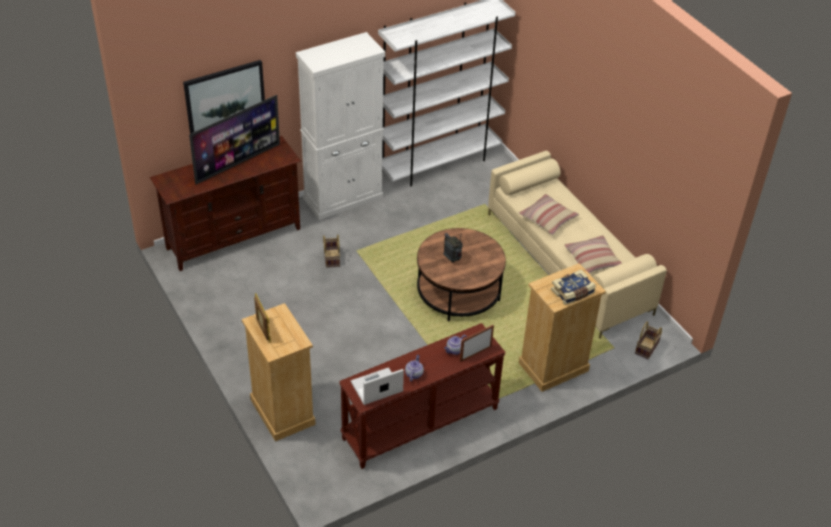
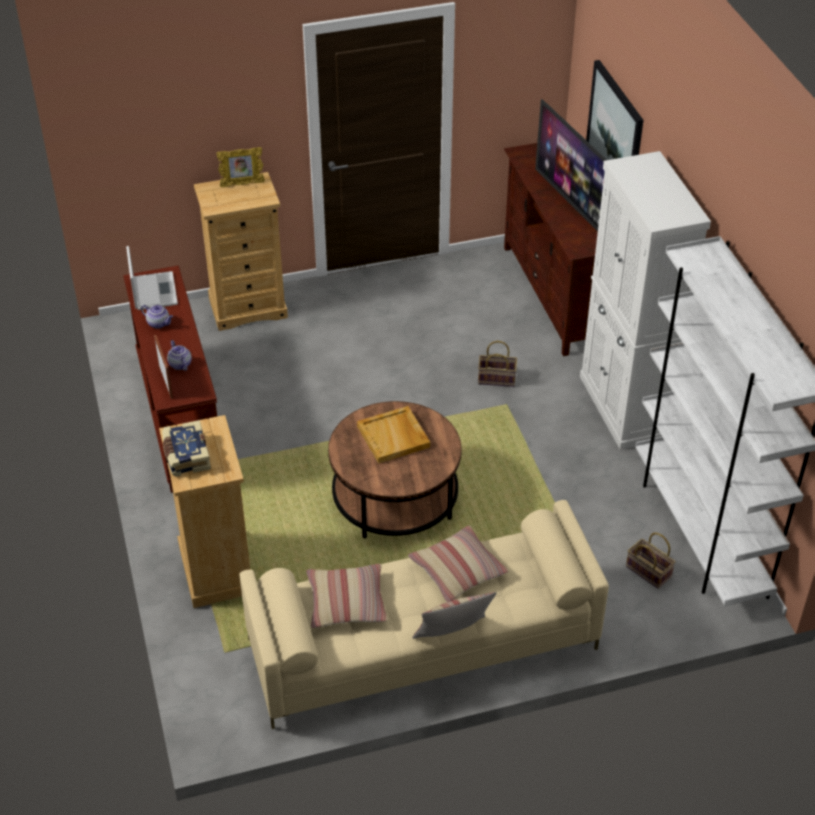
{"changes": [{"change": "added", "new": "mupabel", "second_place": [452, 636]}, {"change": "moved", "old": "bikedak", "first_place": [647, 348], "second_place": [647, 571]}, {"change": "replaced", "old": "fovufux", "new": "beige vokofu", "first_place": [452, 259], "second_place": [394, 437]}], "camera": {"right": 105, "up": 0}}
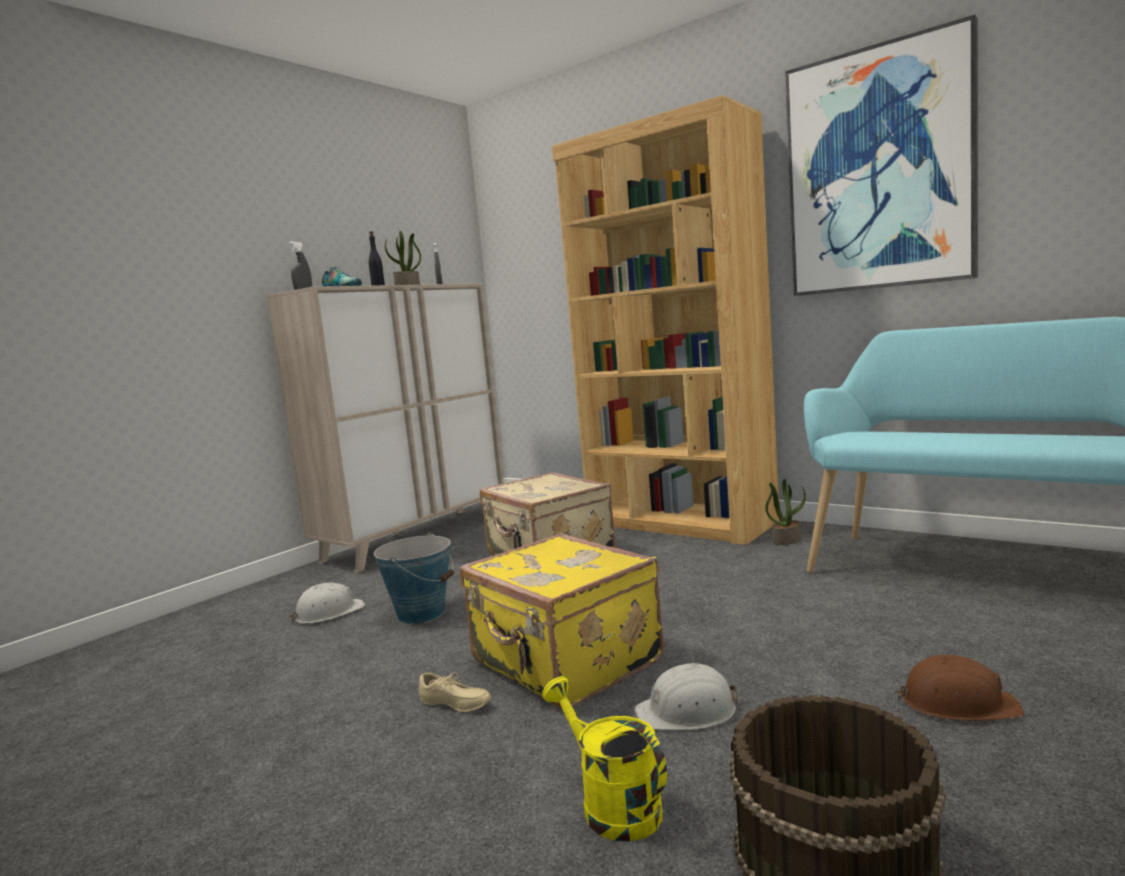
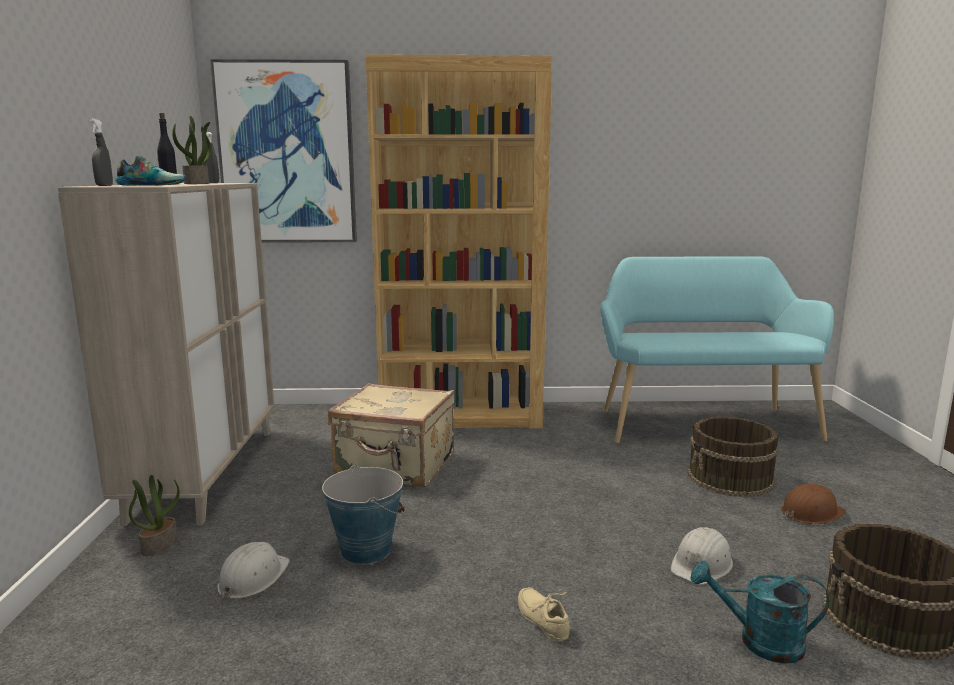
{"changes": [{"change": "removed", "old": "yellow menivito", "first_place": [564, 663]}, {"change": "added", "new": "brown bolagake", "second_place": [730, 478]}, {"change": "moved", "old": "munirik", "first_place": [786, 540], "second_place": [159, 544]}, {"change": "moved", "old": "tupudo", "first_place": [879, 171], "second_place": [287, 154]}, {"change": "recoloured", "old": "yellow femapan", "new": "turquoise femapan", "first_place": [611, 804], "second_place": [759, 642]}, {"change": "turned", "old": "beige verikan", "first_place": [454, 705], "second_place": [544, 619], "degrees": -105}], "camera": {"right": -40, "up": 5}}
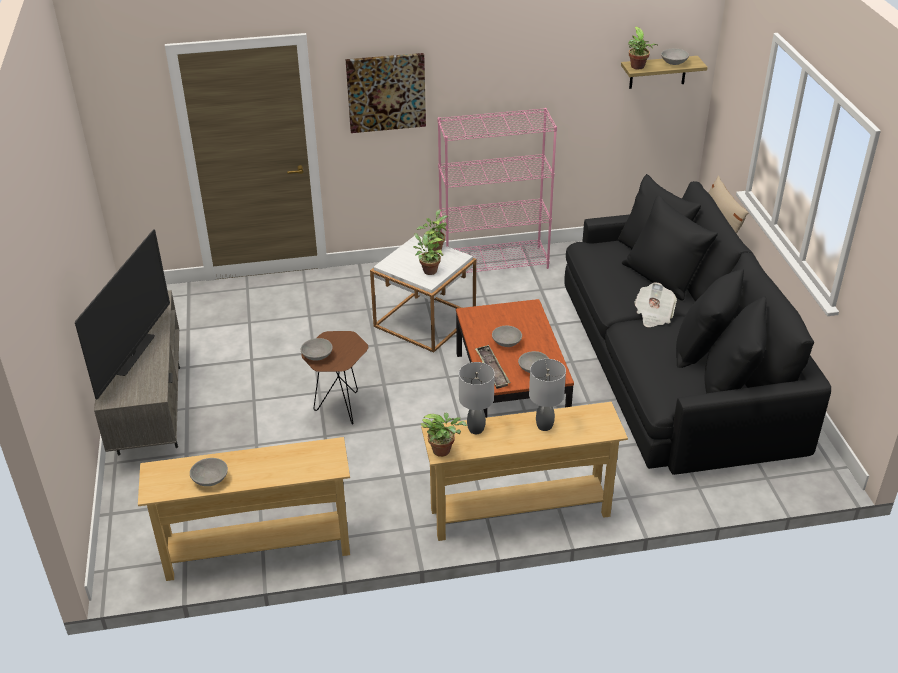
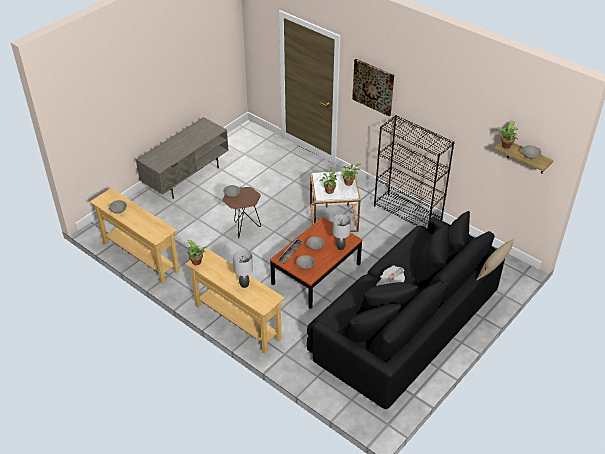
{"changes": [{"change": "removed", "old": "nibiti", "first_place": [134, 354]}, {"change": "moved", "old": "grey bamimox", "first_place": [476, 429], "second_place": [341, 247]}, {"change": "recoloured", "old": "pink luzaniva", "new": "black luzaniva", "first_place": [494, 263], "second_place": [408, 214]}], "camera": {"right": 50, "up": 5}}
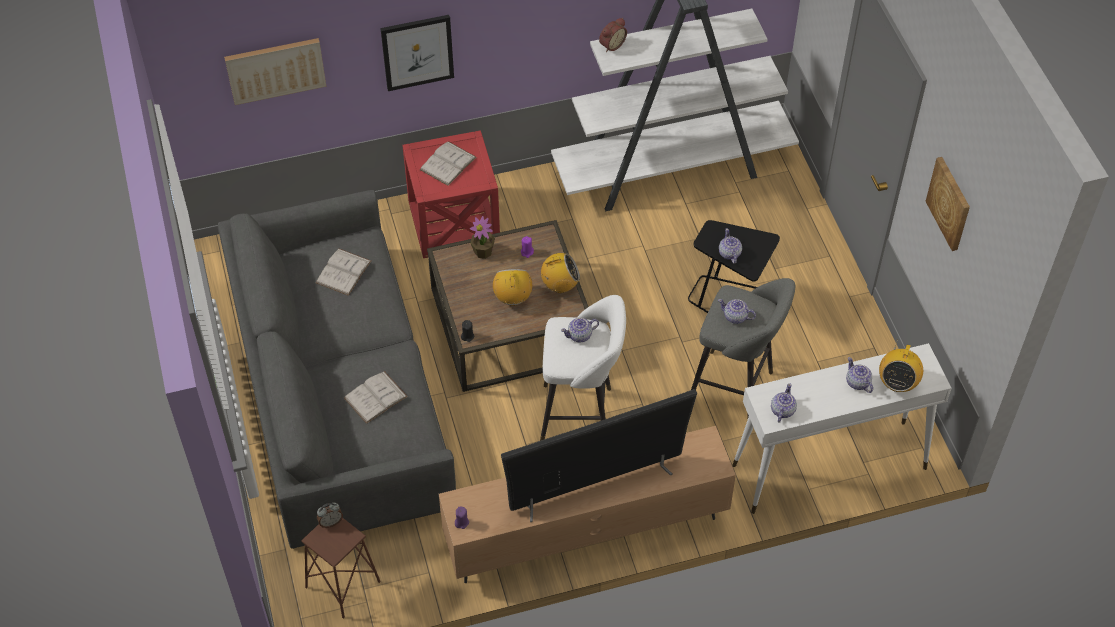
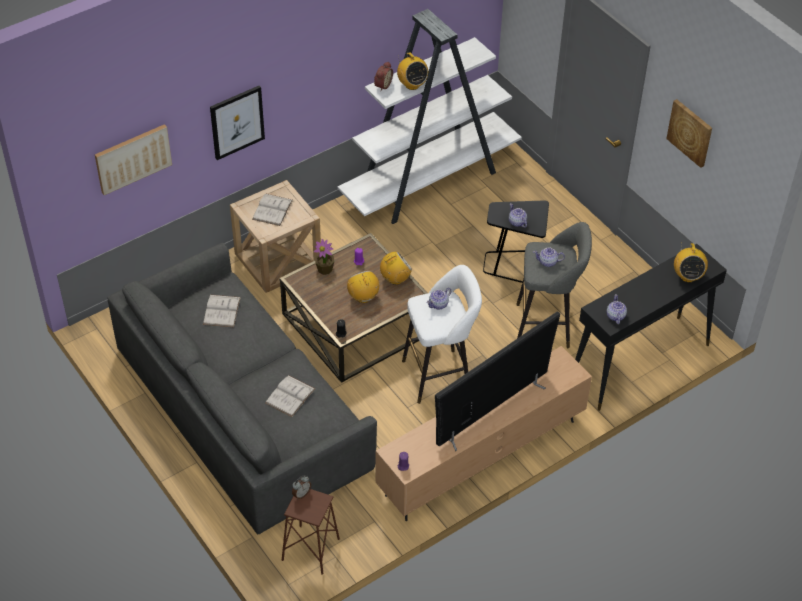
{"changes": [{"change": "removed", "old": "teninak", "first_place": [857, 383]}, {"change": "added", "new": "fovufux", "second_place": [412, 84]}, {"change": "recoloured", "old": "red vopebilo", "new": "beige vopebilo", "first_place": [453, 222], "second_place": [278, 260]}, {"change": "recoloured", "old": "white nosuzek", "new": "black nosuzek", "first_place": [828, 467], "second_place": [639, 363]}], "camera": {"right": -20, "up": -5}}
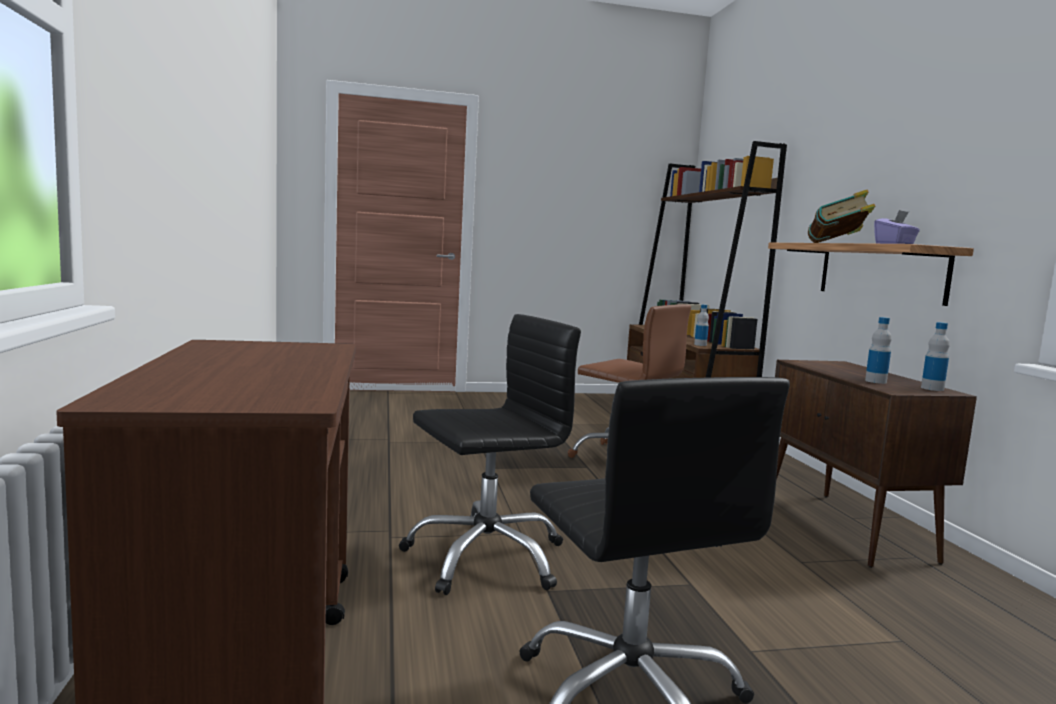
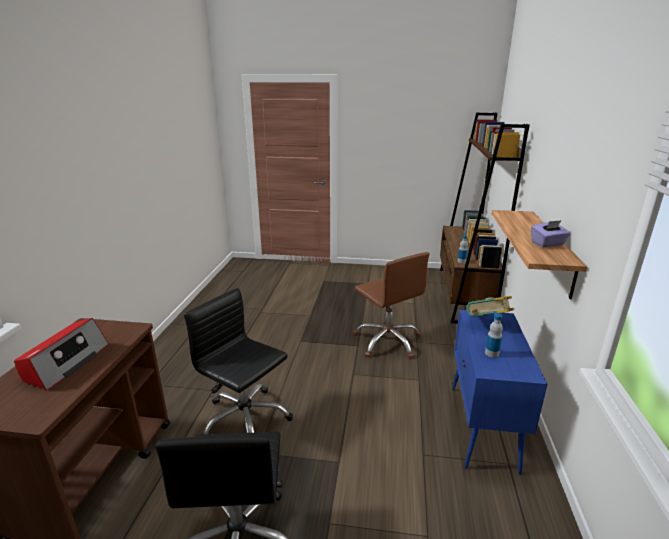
{"changes": [{"change": "removed", "old": "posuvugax", "first_place": [932, 388]}, {"change": "added", "new": "fovufux", "second_place": [66, 363]}, {"change": "moved", "old": "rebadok", "first_place": [837, 243], "second_place": [488, 323]}, {"change": "recoloured", "old": "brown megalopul", "new": "blue megalopul", "first_place": [846, 528], "second_place": [482, 427]}, {"change": "turned", "old": "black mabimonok", "first_place": [486, 557], "second_place": [245, 420], "degrees": -135}], "camera": {"right": 20, "up": 15}}
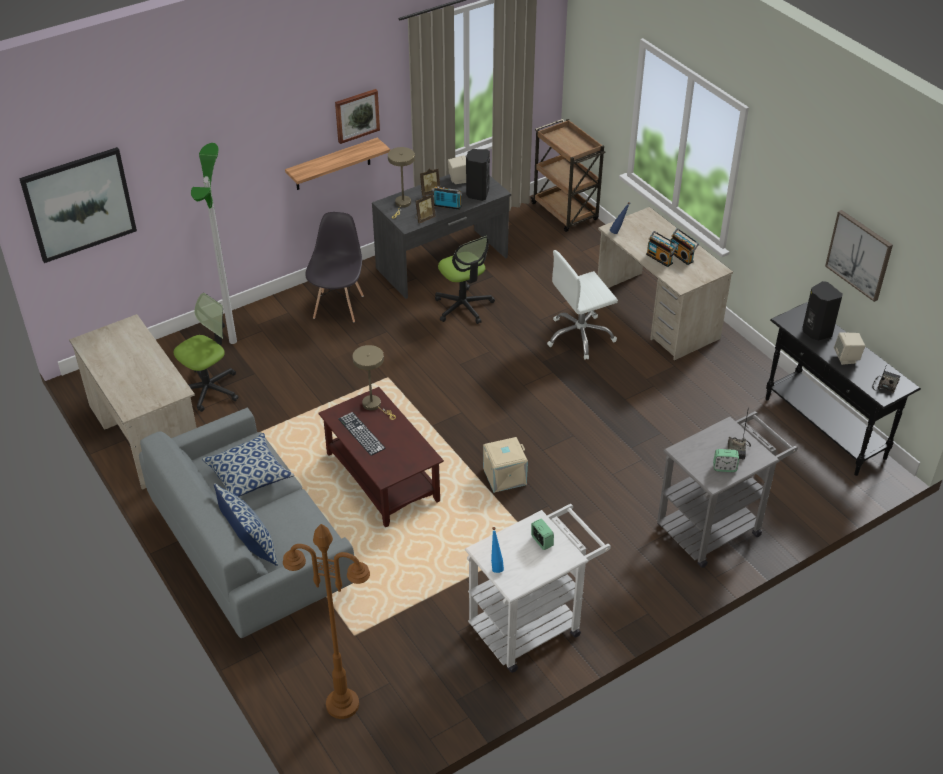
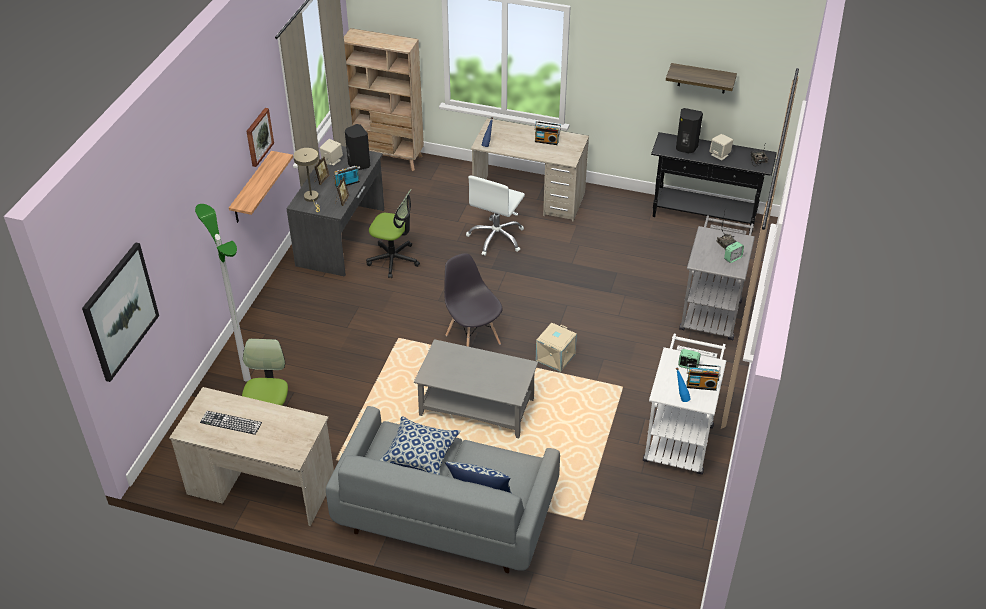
{"changes": [{"change": "removed", "old": "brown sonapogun", "first_place": [342, 704]}, {"change": "removed", "old": "beige bamimox", "first_place": [374, 405]}, {"change": "moved", "old": "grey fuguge", "first_place": [338, 306], "second_place": [472, 339]}, {"change": "moved", "old": "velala", "first_place": [361, 433], "second_place": [230, 422]}, {"change": "moved", "old": "fovufux", "first_place": [660, 258], "second_place": [701, 385]}, {"change": "replaced", "old": "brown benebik", "new": "beige luzaniva", "first_place": [565, 212], "second_place": [388, 158]}, {"change": "replaced", "old": "tupudo", "new": "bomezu", "first_place": [859, 255], "second_place": [702, 78]}, {"change": "recoloured", "old": "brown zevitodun", "new": "grey zevitodun", "first_place": [381, 477], "second_place": [475, 407]}], "camera": {"right": -40, "up": 0}}
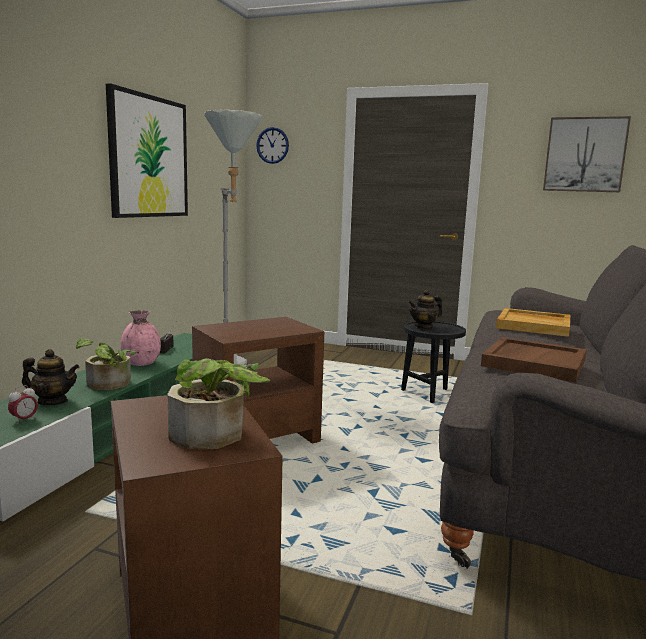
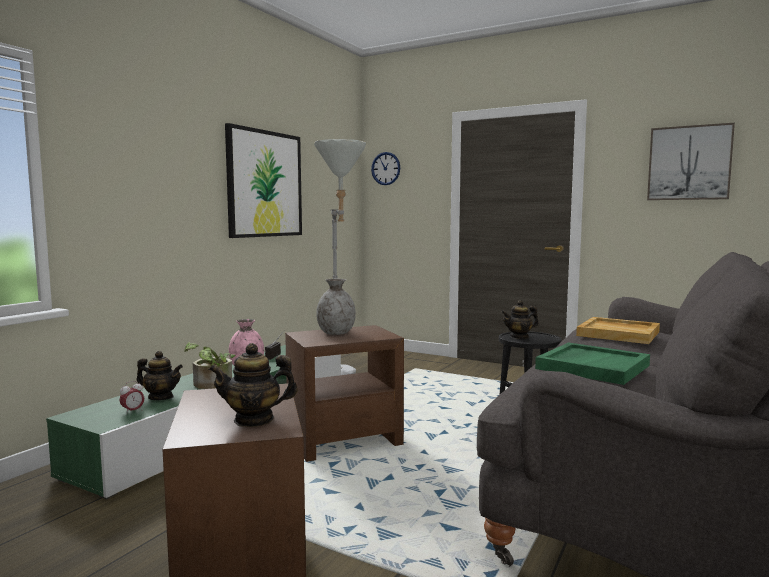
{"changes": [{"change": "added", "new": "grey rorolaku", "second_place": [336, 333]}, {"change": "replaced", "old": "munirik", "new": "teninak", "first_place": [215, 436], "second_place": [254, 420]}, {"change": "recoloured", "old": "brown vokofu", "new": "green vokofu", "first_place": [533, 362], "second_place": [592, 367]}], "camera": {"right": 10, "up": -5}}
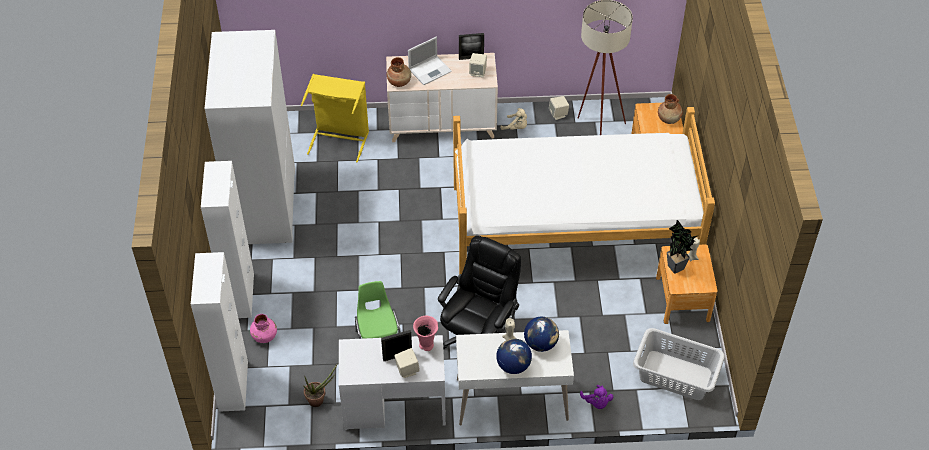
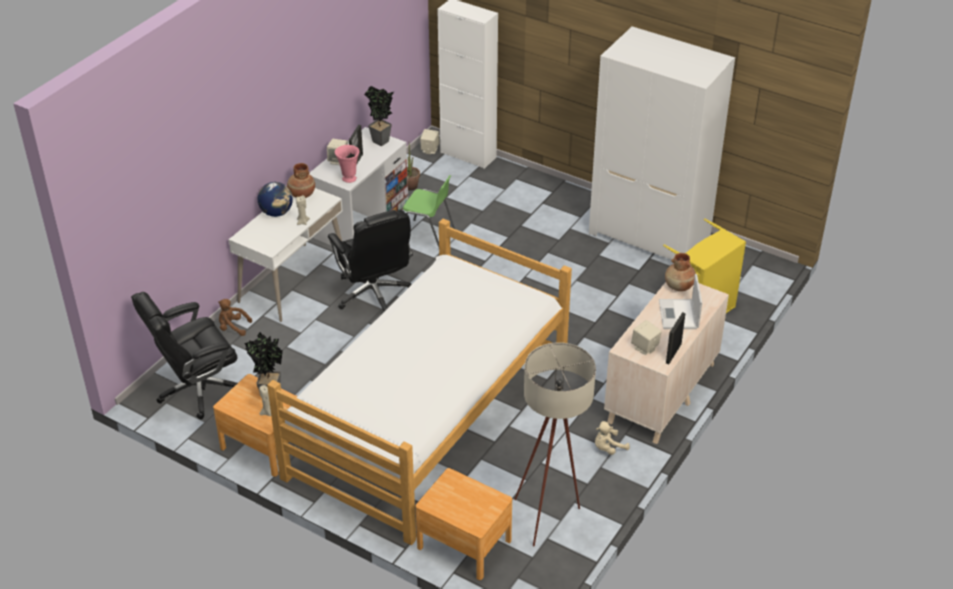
{"changes": [{"change": "removed", "old": "white megalopul", "first_place": [240, 295]}, {"change": "removed", "old": "pink rorolaku", "first_place": [264, 336]}, {"change": "removed", "old": "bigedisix", "first_place": [541, 343]}, {"change": "added", "new": "munirik", "second_place": [381, 143]}, {"change": "moved", "old": "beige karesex", "first_place": [558, 114], "second_place": [429, 150]}, {"change": "moved", "old": "brown rorolaku", "first_place": [669, 119], "second_place": [301, 194]}, {"change": "replaced", "old": "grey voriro", "new": "black mabimonok", "first_place": [675, 376], "second_place": [197, 389]}, {"change": "recoloured", "old": "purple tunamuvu", "new": "brown tunamuvu", "first_place": [596, 402], "second_place": [233, 327]}], "camera": {"right": 125, "up": -10}}
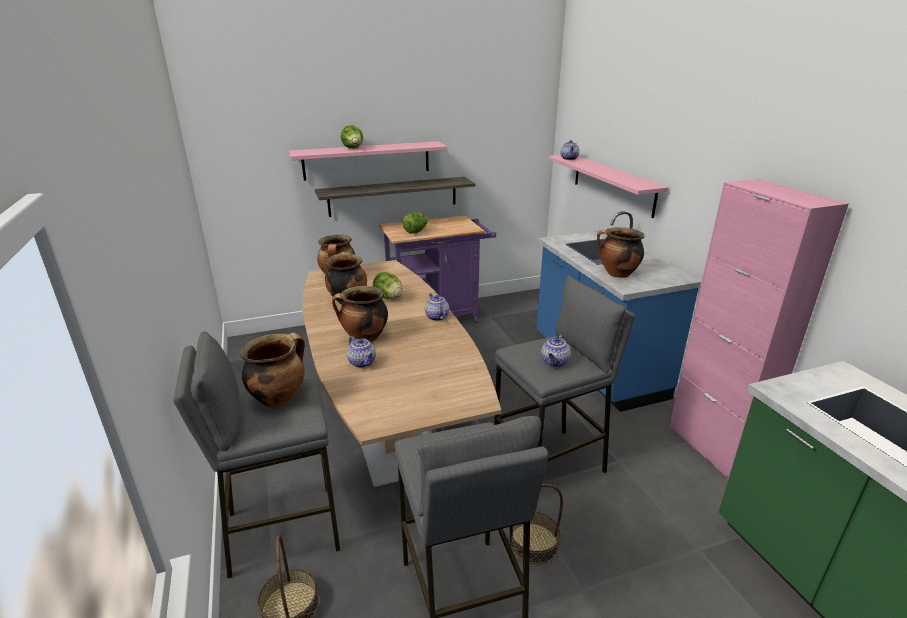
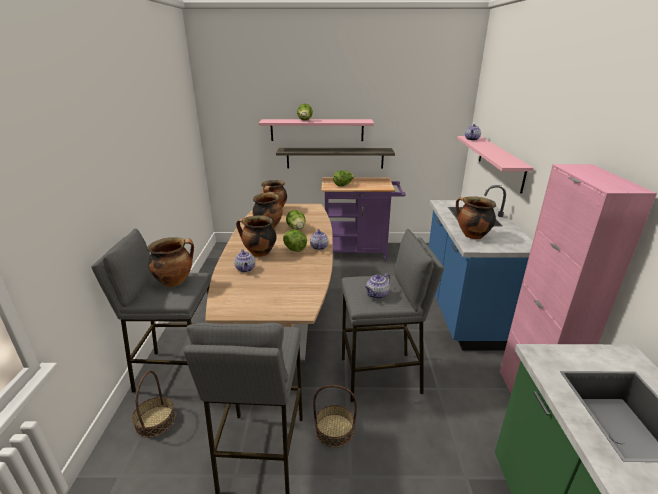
{"changes": [{"change": "added", "new": "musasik", "second_place": [294, 249]}], "camera": {"right": 20, "up": 0}}
